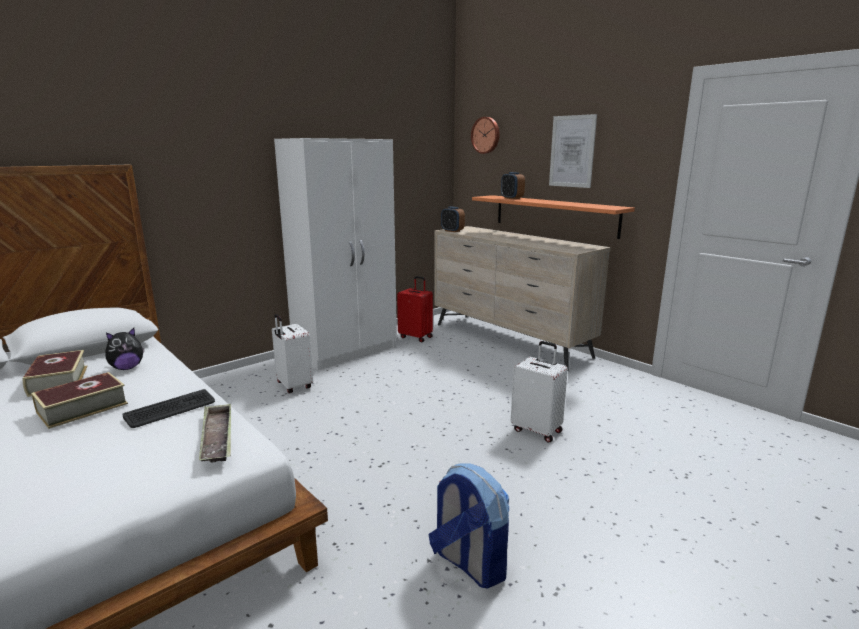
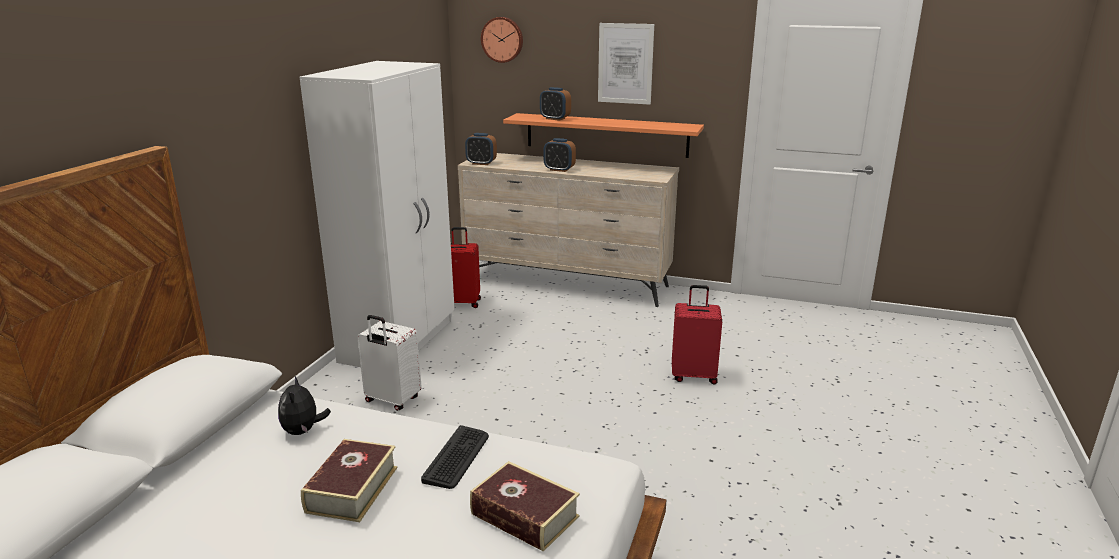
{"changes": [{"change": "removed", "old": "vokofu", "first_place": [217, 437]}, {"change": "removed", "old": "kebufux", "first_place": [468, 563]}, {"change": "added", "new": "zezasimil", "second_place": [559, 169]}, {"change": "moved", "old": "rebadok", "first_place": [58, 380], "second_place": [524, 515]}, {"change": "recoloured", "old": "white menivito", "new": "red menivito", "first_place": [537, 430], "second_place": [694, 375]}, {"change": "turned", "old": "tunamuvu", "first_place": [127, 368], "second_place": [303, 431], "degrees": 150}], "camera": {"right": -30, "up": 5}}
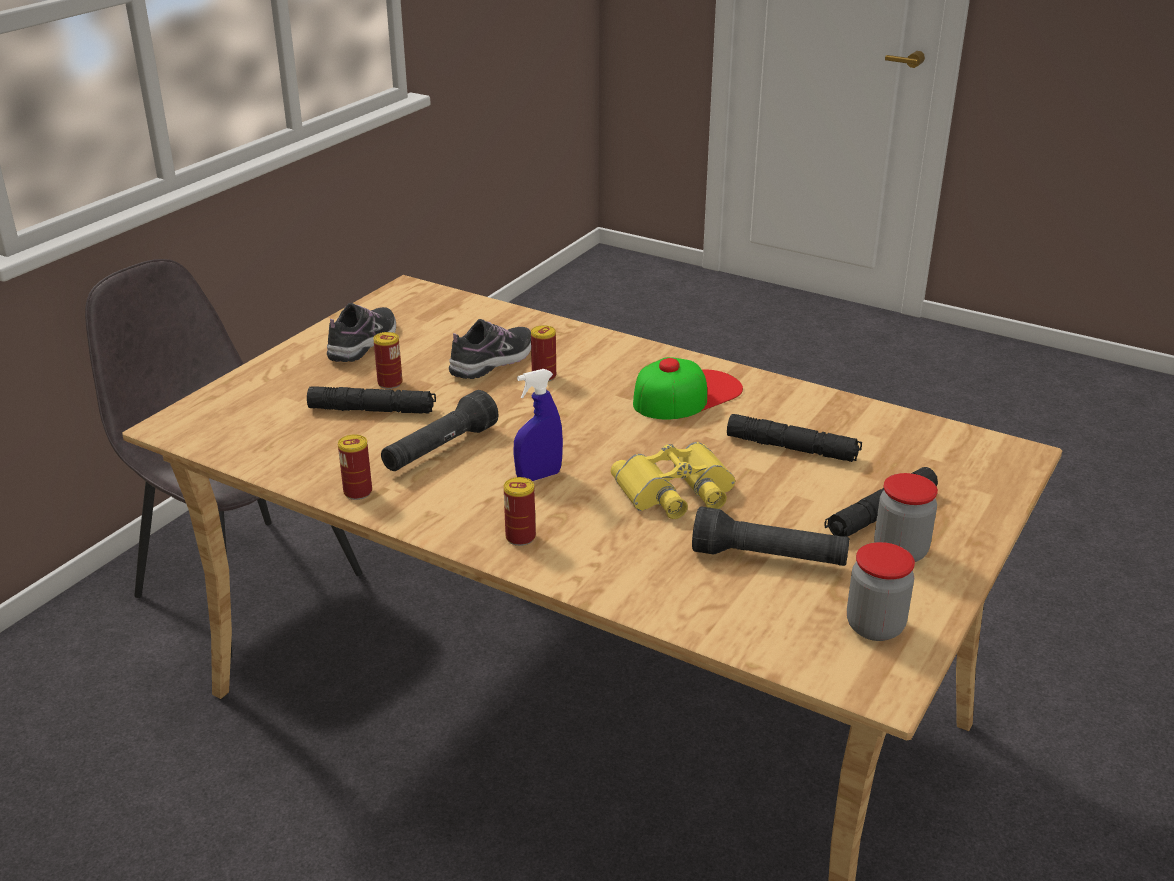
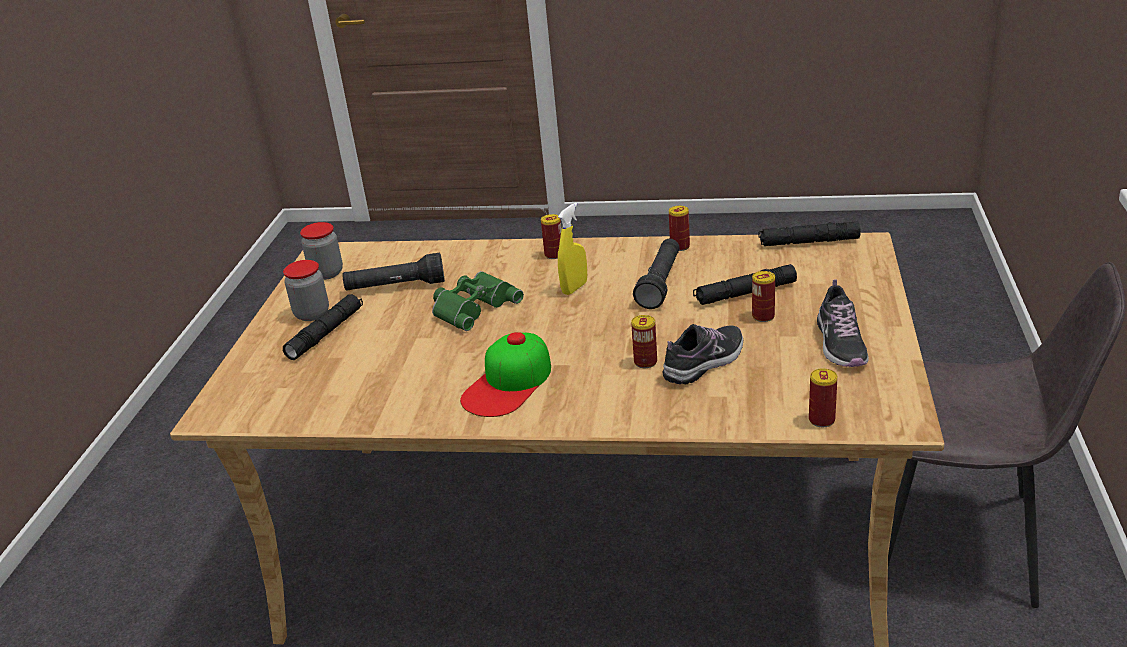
{"changes": [{"change": "added", "new": "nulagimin", "second_place": [821, 420]}, {"change": "moved", "old": "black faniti", "first_place": [792, 448], "second_place": [808, 242]}, {"change": "recoloured", "old": "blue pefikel", "new": "yellow pefikel", "first_place": [538, 476], "second_place": [574, 288]}, {"change": "recoloured", "old": "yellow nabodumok", "new": "green nabodumok", "first_place": [676, 492], "second_place": [473, 306]}, {"change": "turned", "old": "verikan", "first_place": [493, 361], "second_place": [705, 362], "degrees": -150}], "camera": {"right": 160, "up": 0}}
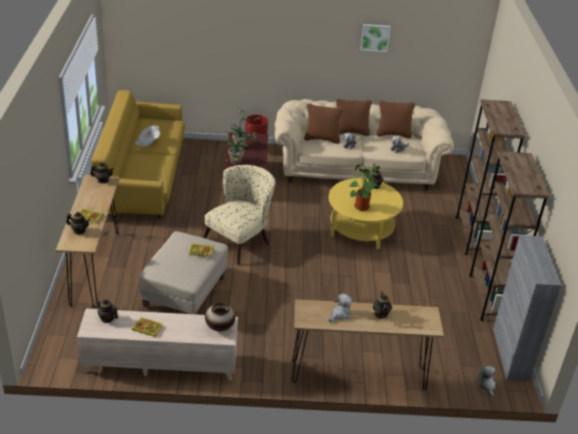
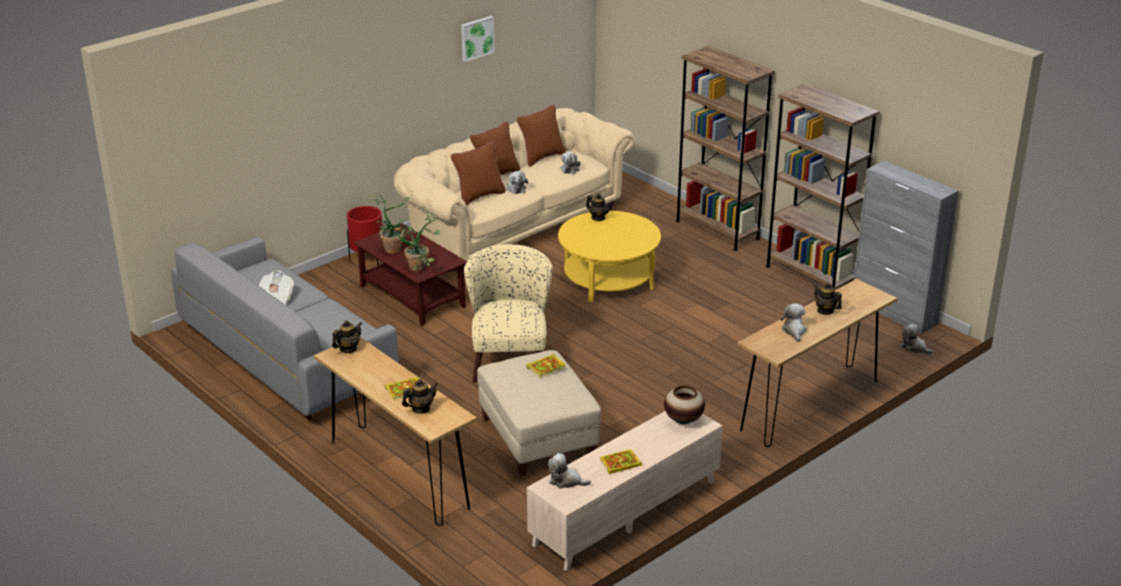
{"changes": [{"change": "removed", "old": "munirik", "first_place": [360, 206]}, {"change": "replaced", "old": "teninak", "new": "tunamuvu", "first_place": [107, 318], "second_place": [566, 481]}, {"change": "recoloured", "old": "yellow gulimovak", "new": "grey gulimovak", "first_place": [142, 178], "second_place": [288, 357]}], "camera": {"right": -40, "up": -5}}
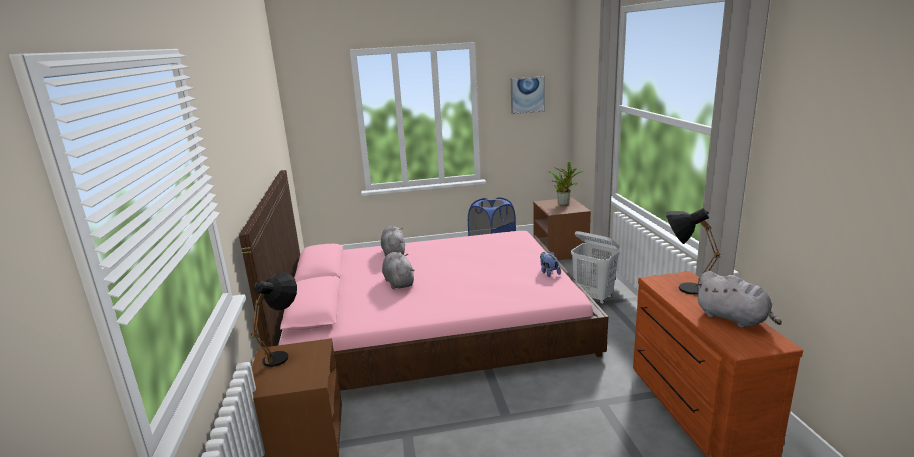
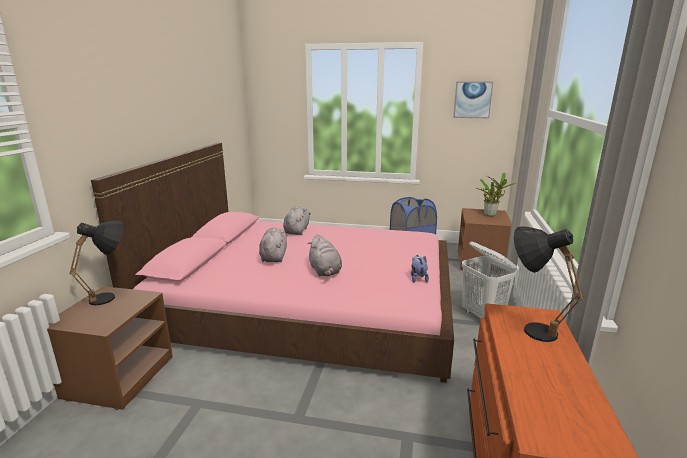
{"changes": [{"change": "moved", "old": "grey tunamuvu", "first_place": [734, 319], "second_place": [325, 271]}], "camera": {"right": 20, "up": 0}}
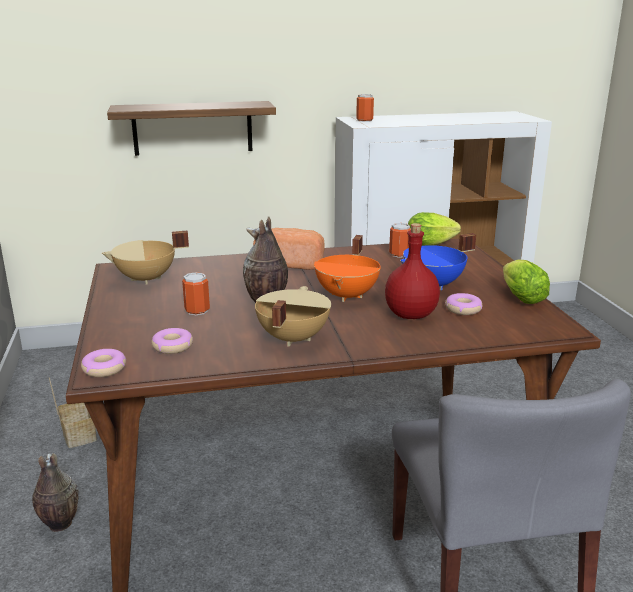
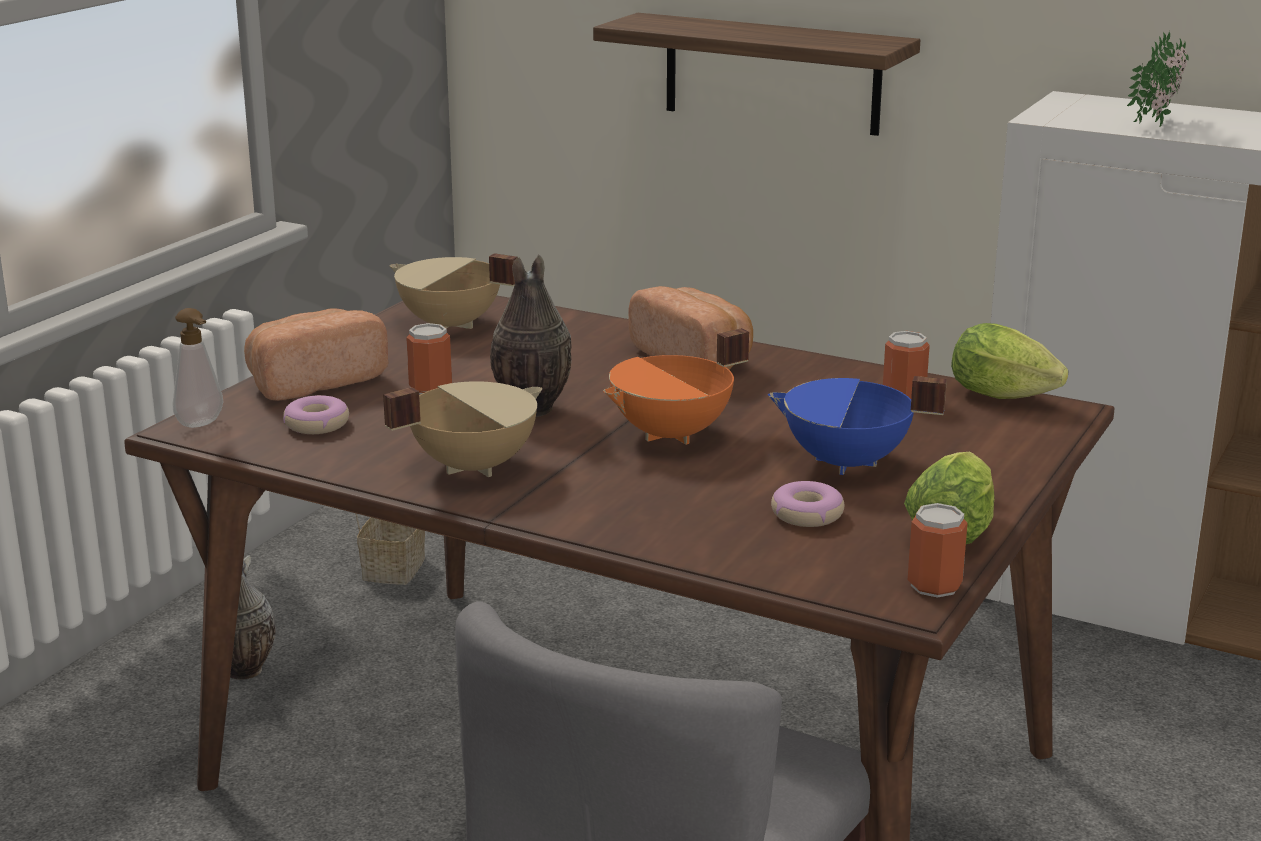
{"changes": [{"change": "removed", "old": "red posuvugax", "first_place": [411, 314]}, {"change": "added", "new": "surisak", "second_place": [313, 381]}, {"change": "added", "new": "munirik", "second_place": [1158, 124]}, {"change": "moved", "old": "nulagimin", "first_place": [364, 120], "second_place": [934, 586]}, {"change": "replaced", "old": "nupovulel", "new": "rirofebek", "first_place": [104, 369], "second_place": [202, 424]}], "camera": {"right": 40, "up": 0}}
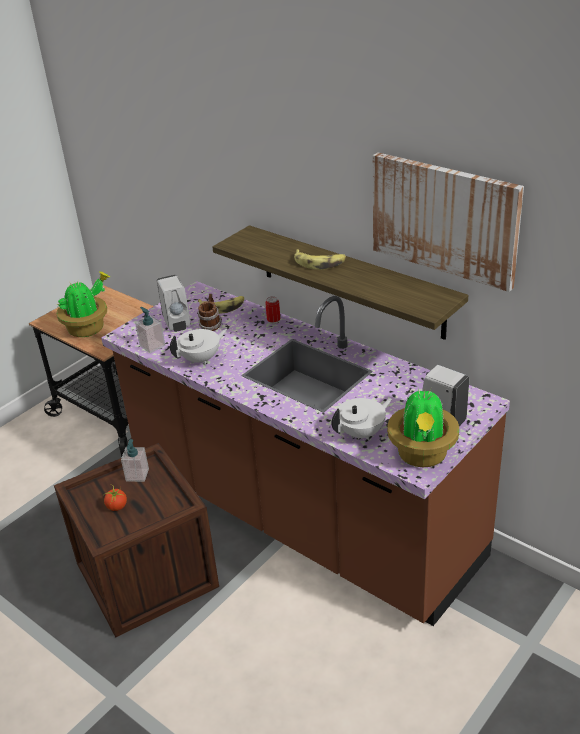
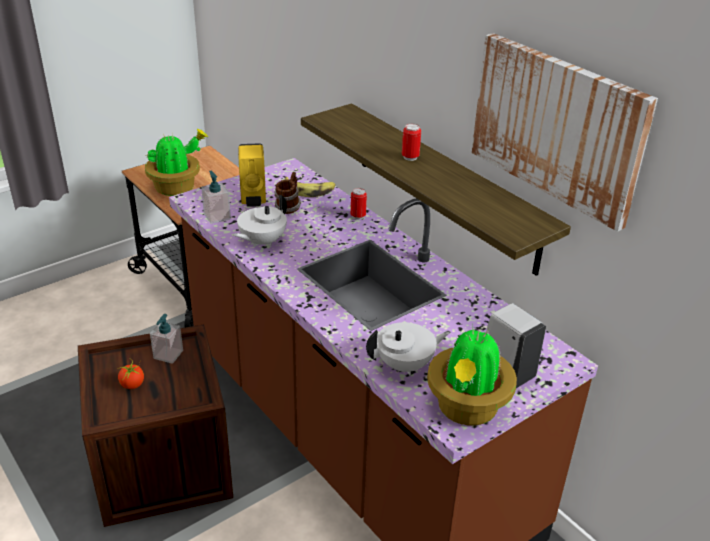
{"changes": [{"change": "replaced", "old": "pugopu", "new": "nulagimin", "first_place": [319, 263], "second_place": [410, 157]}, {"change": "recoloured", "old": "white rirofebek", "new": "yellow rirofebek", "first_place": [177, 324], "second_place": [253, 199]}, {"change": "turned", "old": "white teninak", "first_place": [201, 359], "second_place": [262, 241], "degrees": 150}], "camera": {"right": 10, "up": 0}}
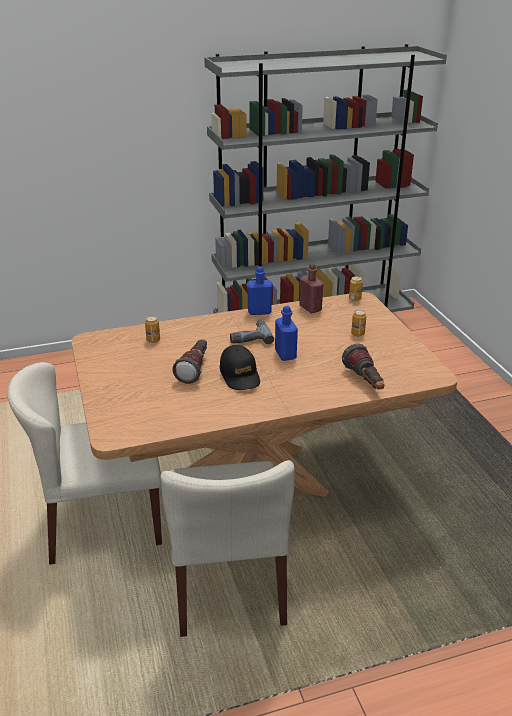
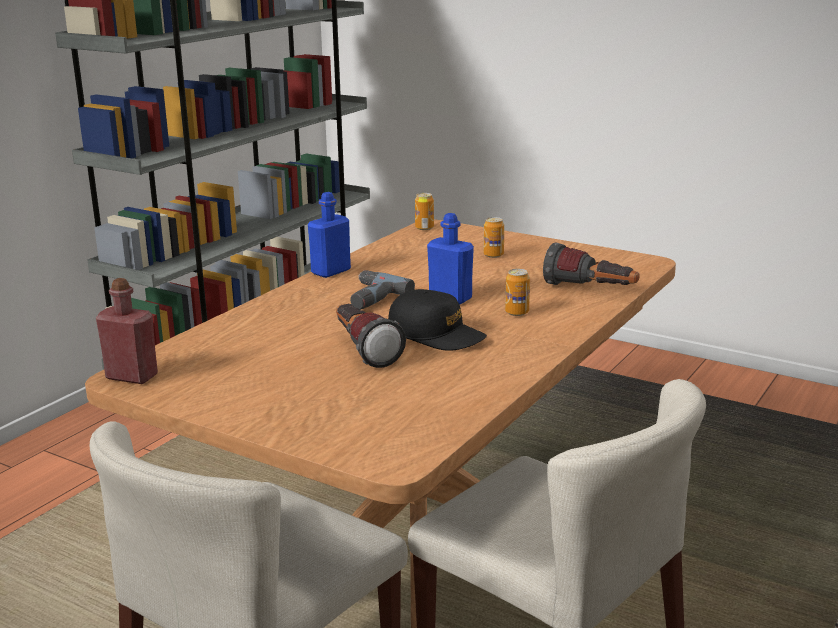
{"changes": [{"change": "moved", "old": "nulagimin", "first_place": [153, 340], "second_place": [517, 312]}, {"change": "moved", "old": "red posuvugax", "first_place": [310, 308], "second_place": [132, 376]}], "camera": {"right": -40, "up": -10}}
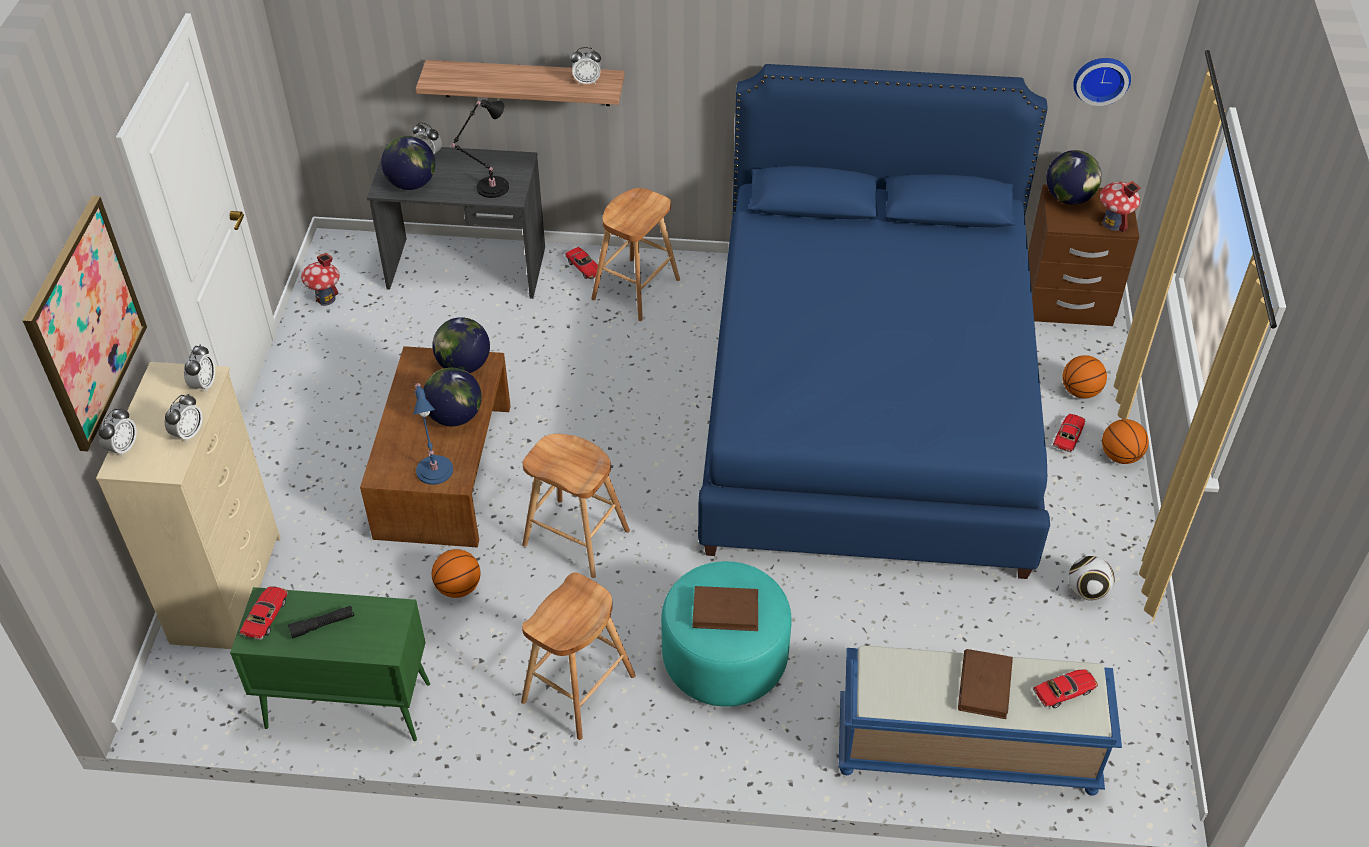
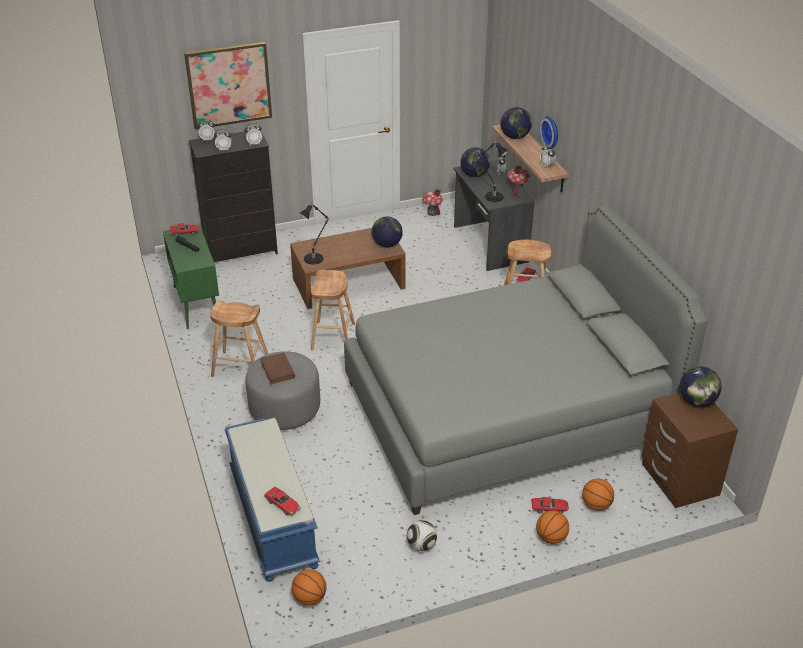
{"changes": [{"change": "removed", "old": "brown rebadok", "first_place": [984, 686]}, {"change": "moved", "old": "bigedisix", "first_place": [455, 417], "second_place": [515, 137]}, {"change": "moved", "old": "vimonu", "first_place": [458, 587], "second_place": [310, 598]}, {"change": "moved", "old": "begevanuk", "first_place": [1101, 78], "second_place": [551, 132]}, {"change": "moved", "old": "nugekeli", "first_place": [1113, 223], "second_place": [517, 191]}, {"change": "recoloured", "old": "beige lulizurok", "new": "black lulizurok", "first_place": [228, 588], "second_place": [241, 251]}, {"change": "recoloured", "old": "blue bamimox", "new": "black bamimox", "first_place": [434, 468], "second_place": [315, 258]}, {"change": "recoloured", "old": "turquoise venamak", "new": "grey venamak", "first_place": [724, 659], "second_place": [284, 409]}, {"change": "recoloured", "old": "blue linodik", "new": "grey linodik", "first_place": [867, 404], "second_place": [506, 412]}], "camera": {"right": 65, "up": -10}}
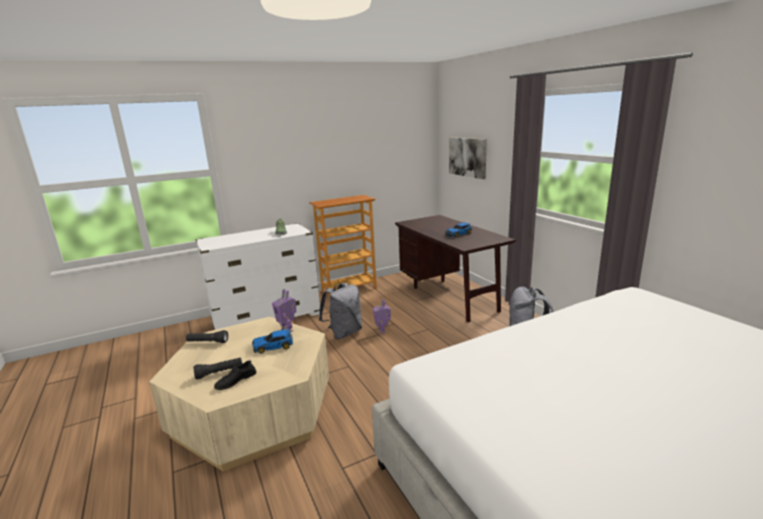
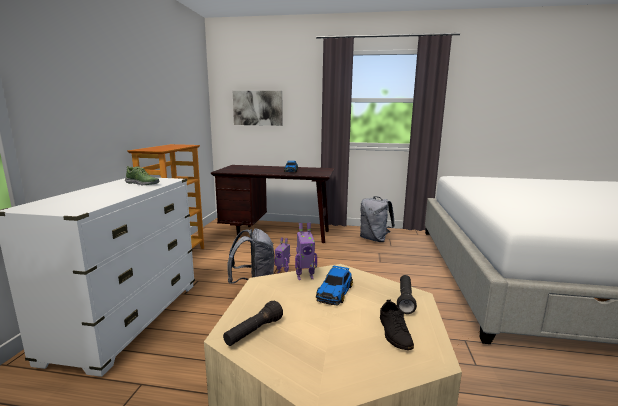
{"changes": [{"change": "moved", "old": "black faniti", "first_place": [219, 373], "second_place": [405, 300]}], "camera": {"right": -55, "up": -5}}
